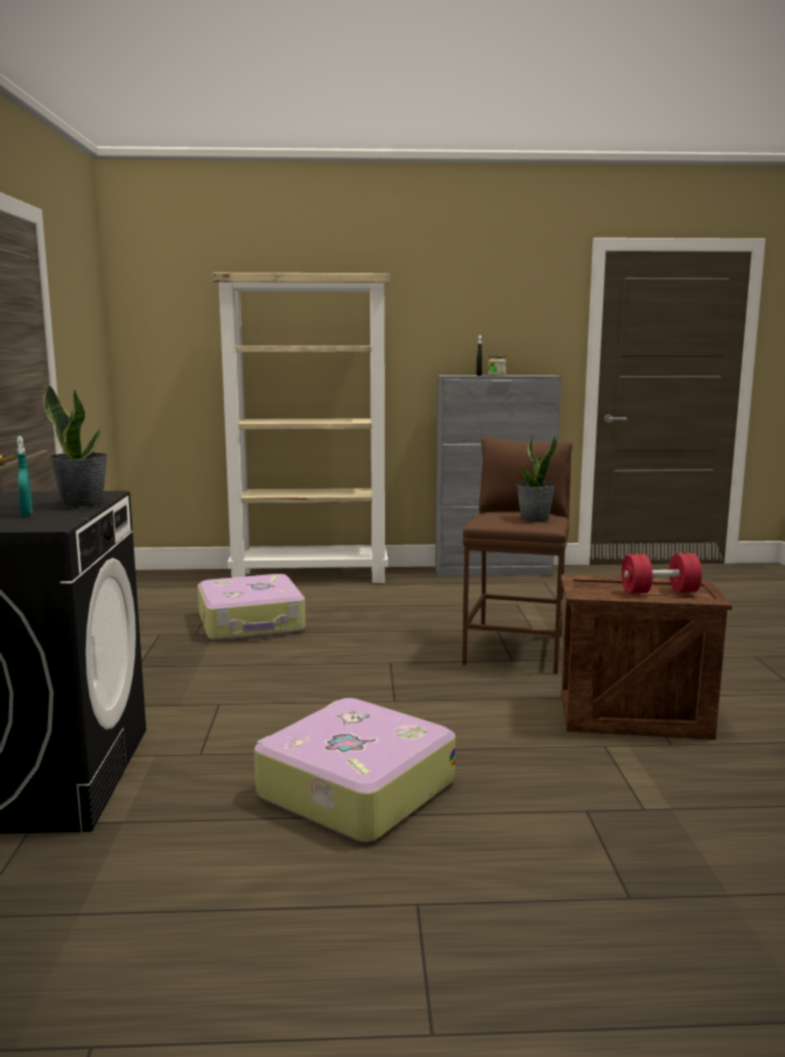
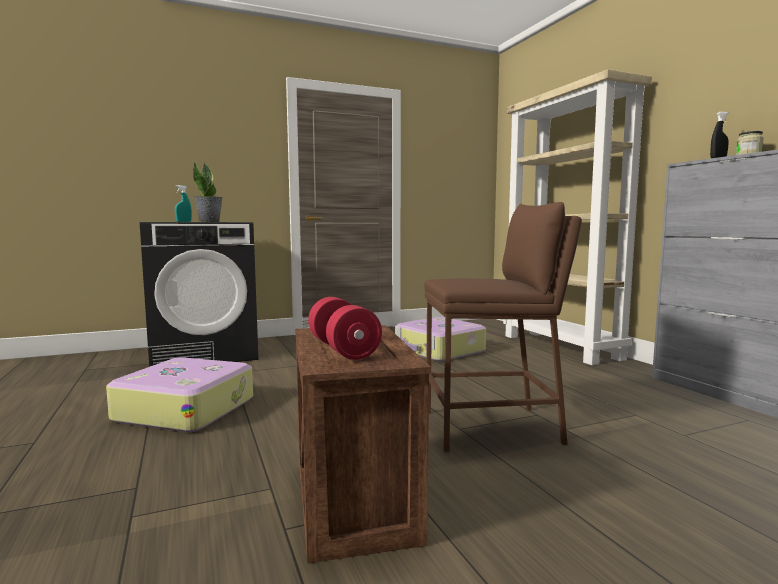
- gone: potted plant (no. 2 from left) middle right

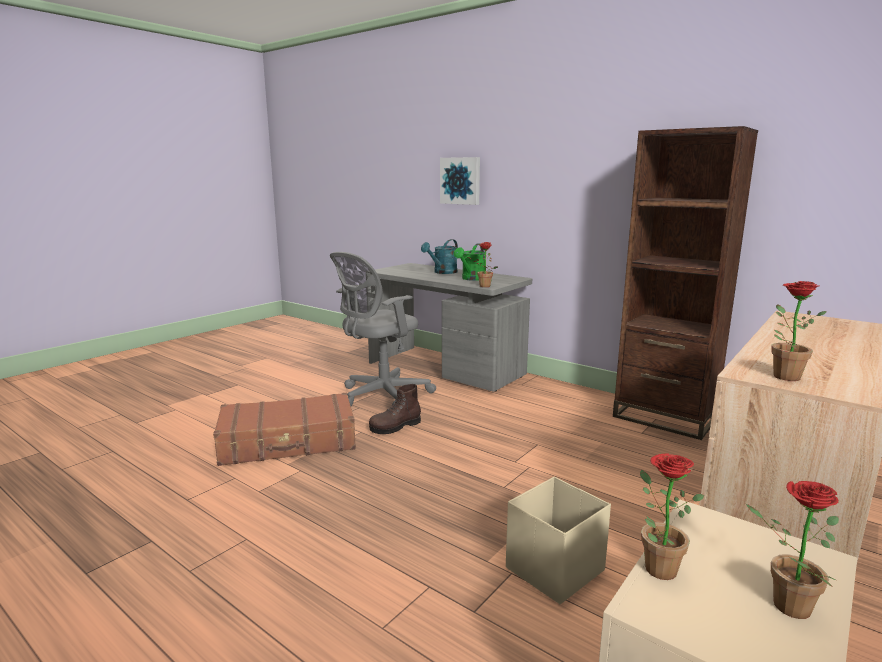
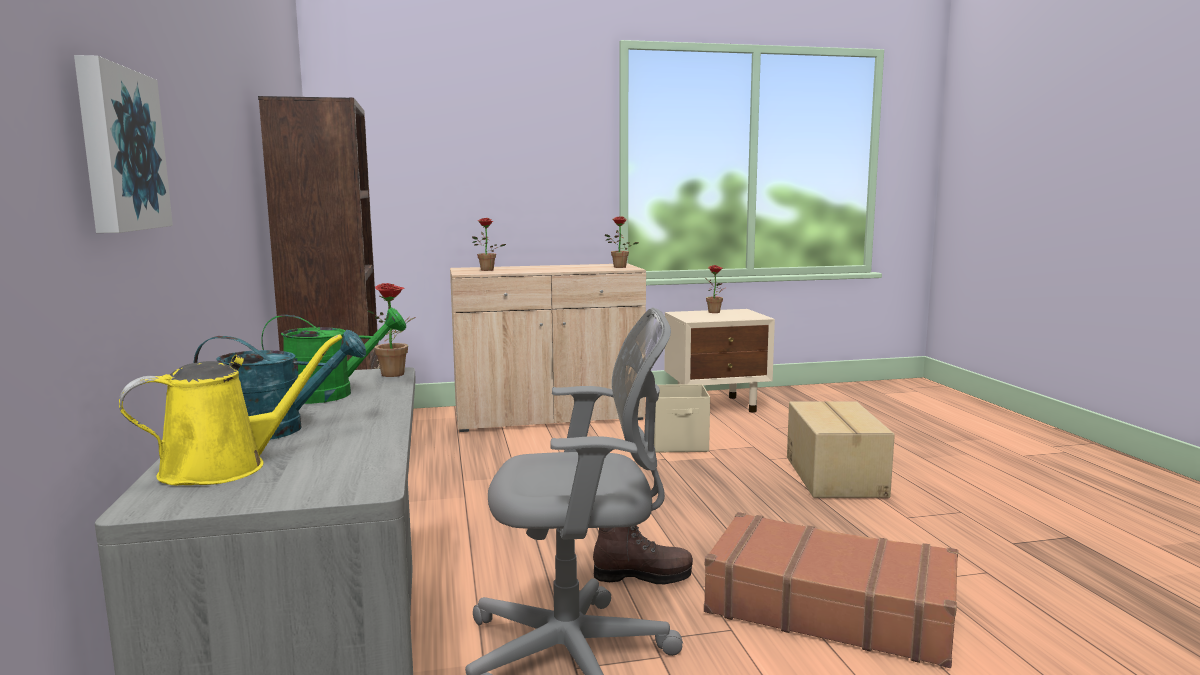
- shifted: potted plant (no. 2 from left) bottom right to centre
- new: yellow watering can middle left
- new: cardboard box middle right

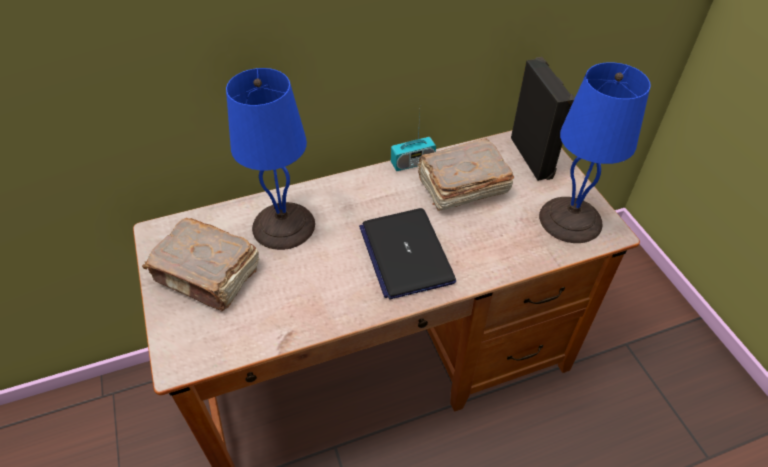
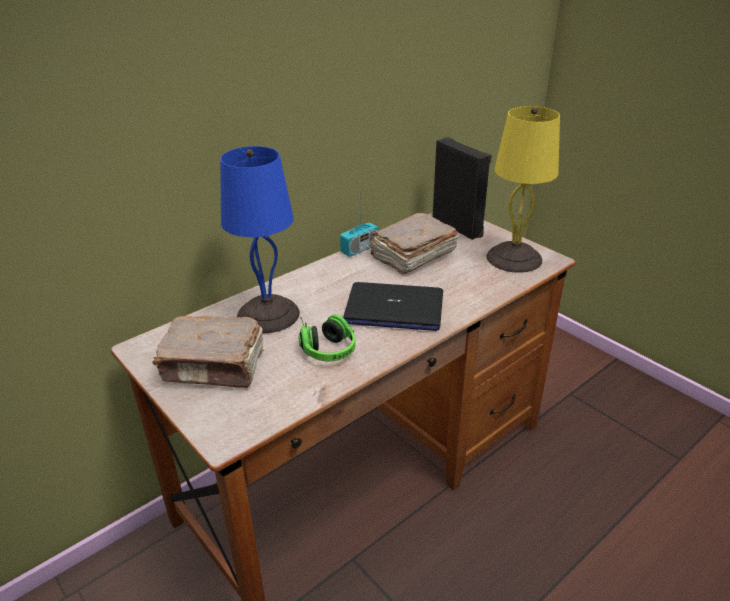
- rotated: laptop centre = centre 45 degrees counterclockwise
- repainted: blue table lamp (no. 2 from left) top right to yellow table lamp top right
- new: headphones centre

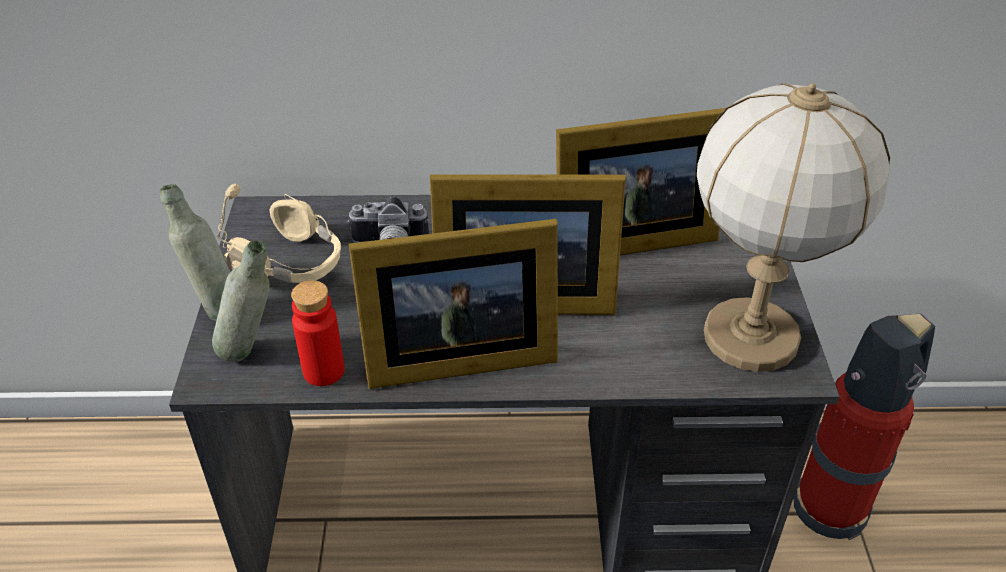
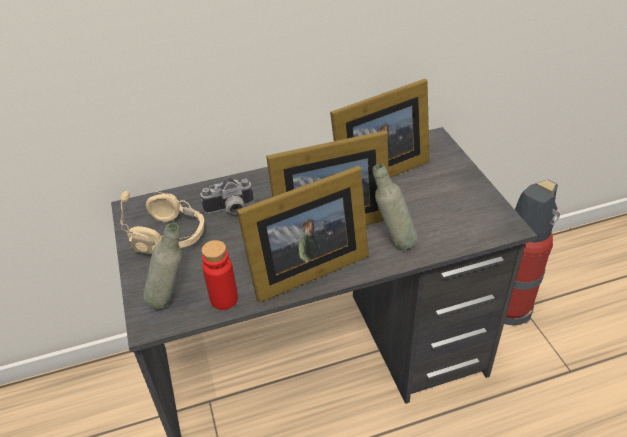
- shifted: grey bottle (no. 1 from left in the first image) middle left to grey bottle (no. 2 from left) centre
- gone: table lamp middle right

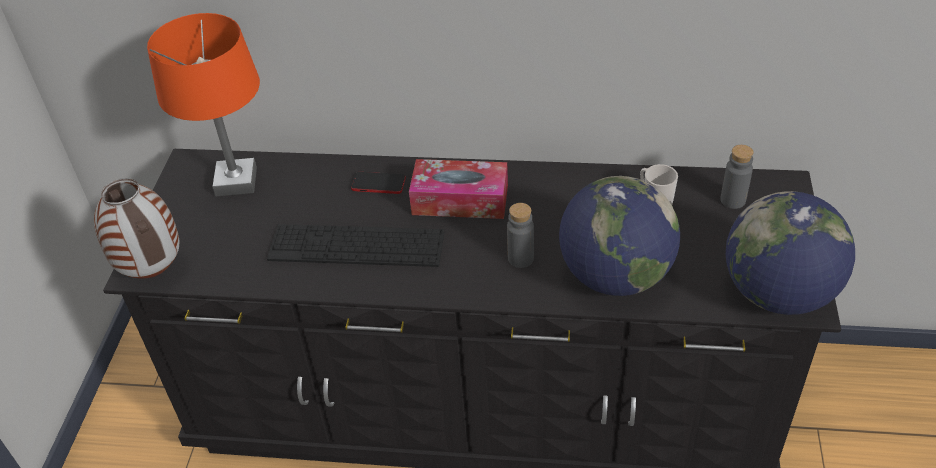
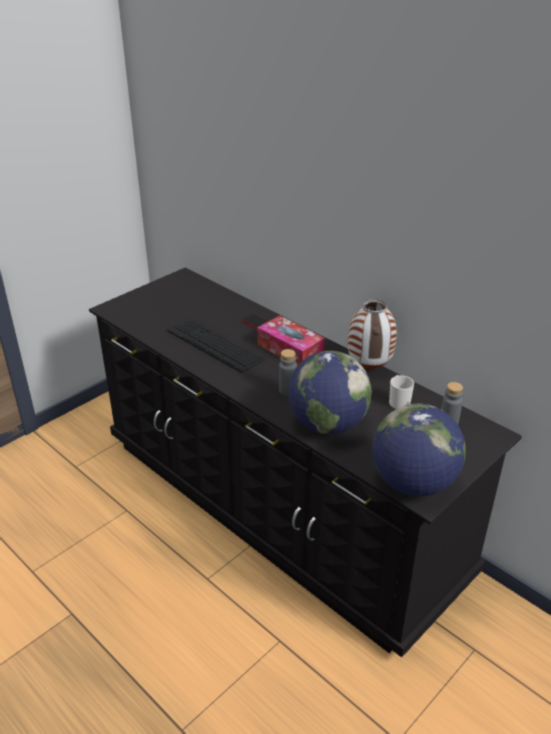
- shifted: vase middle left to middle right
- gone: orange table lamp top left

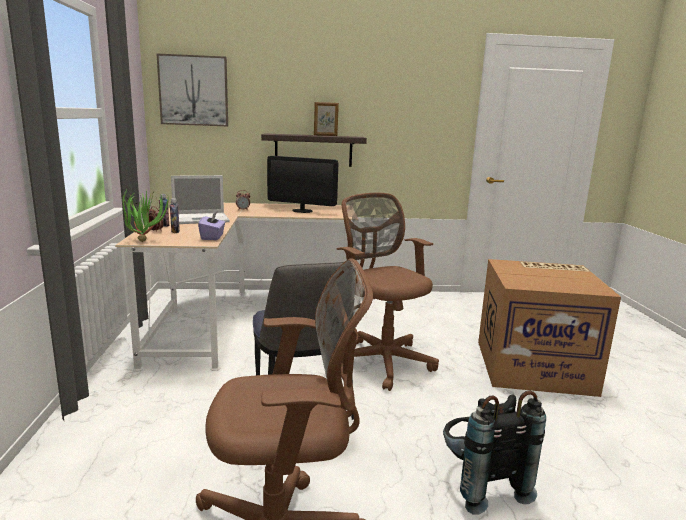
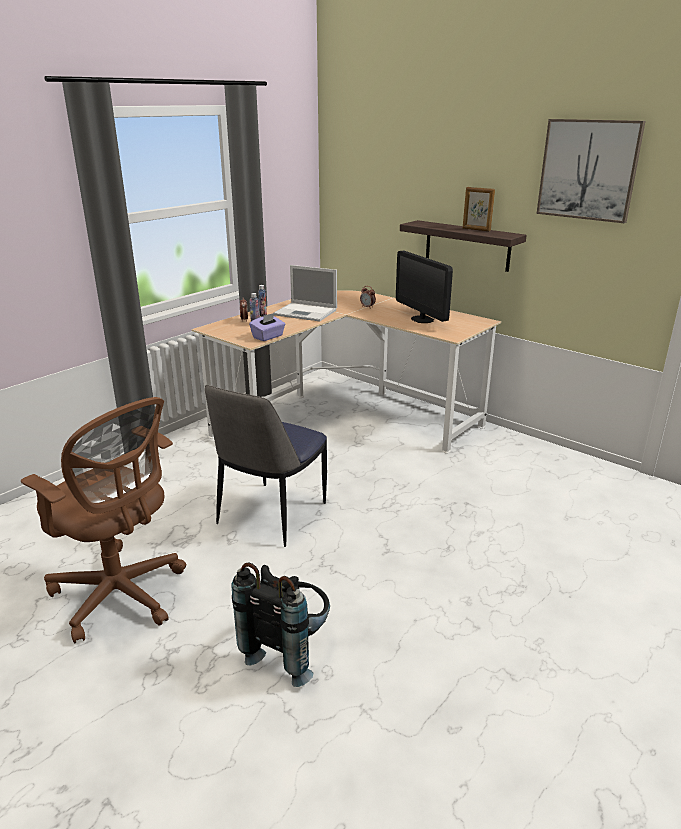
- gone: potted plant middle left
- shifted: picture top left to top right
- gone: brown office chair (no. 2 from left) centre
- gone: cardboard box middle right

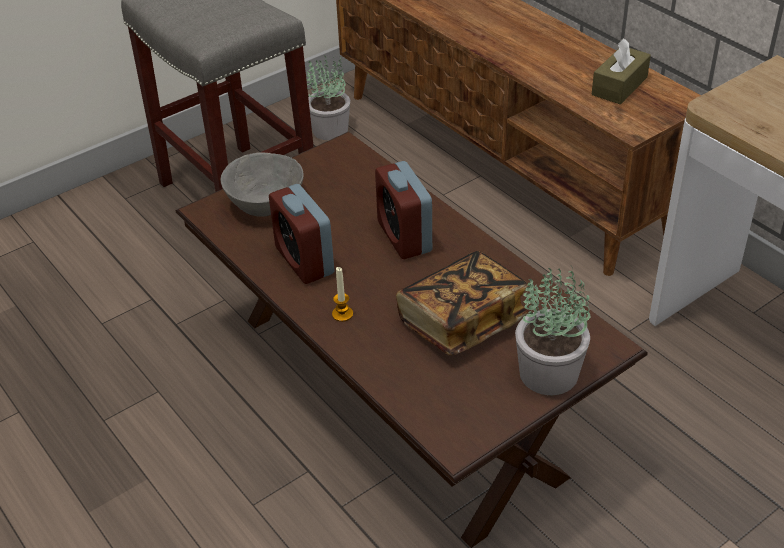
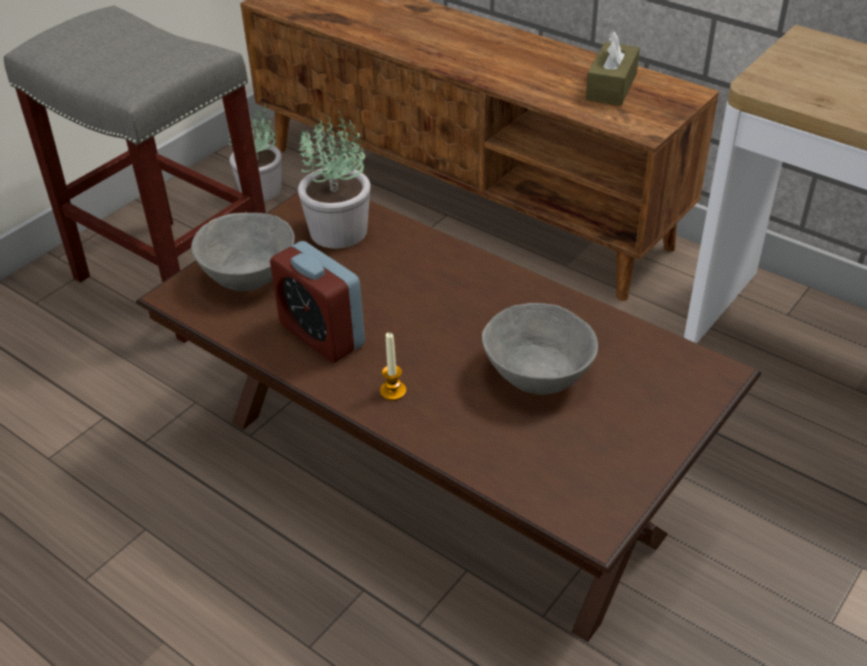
- gone: alarm clock (no. 2 from left) centre
- swapped: book centre to grey bowl (no. 2 from left) centre
- shifted: potted plant (no. 2 from left) middle right to top centre

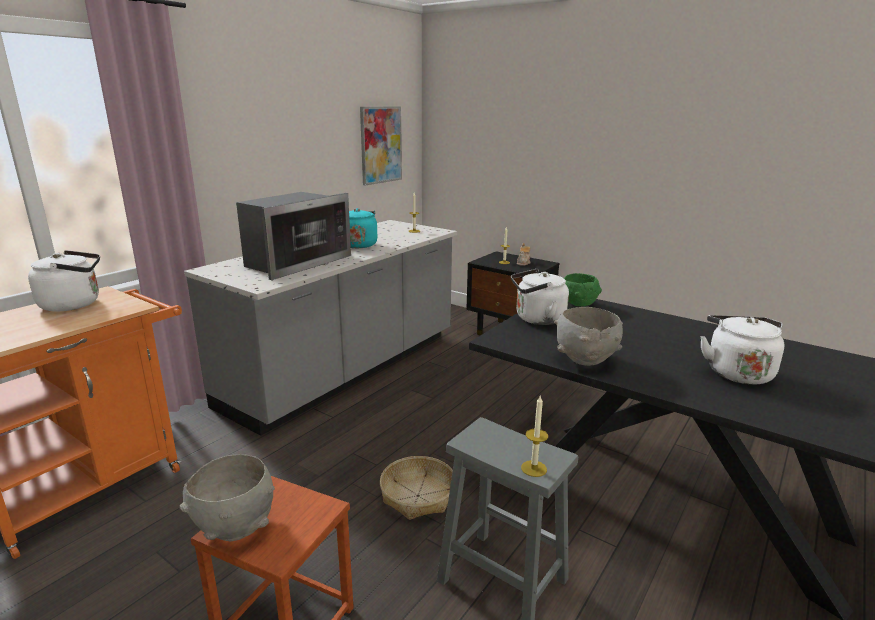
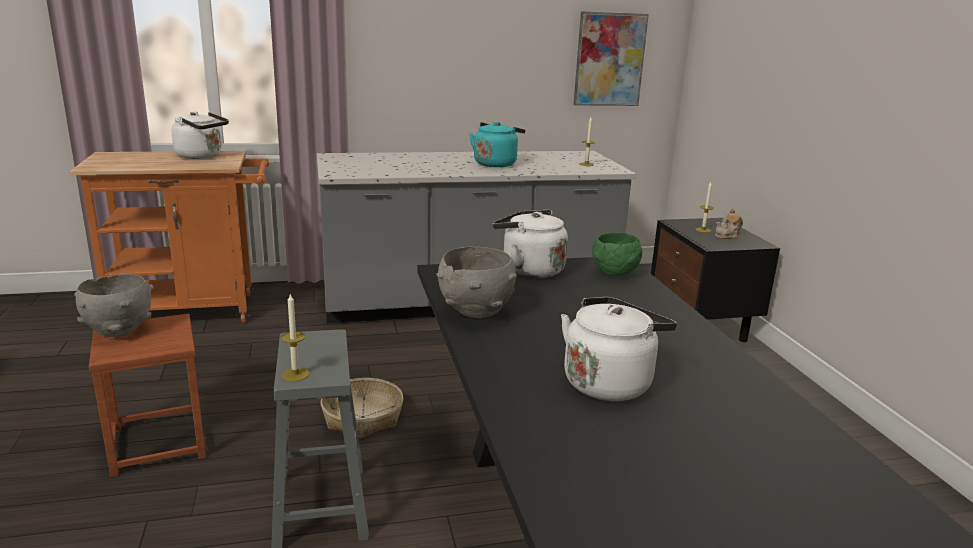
- gone: microwave centre

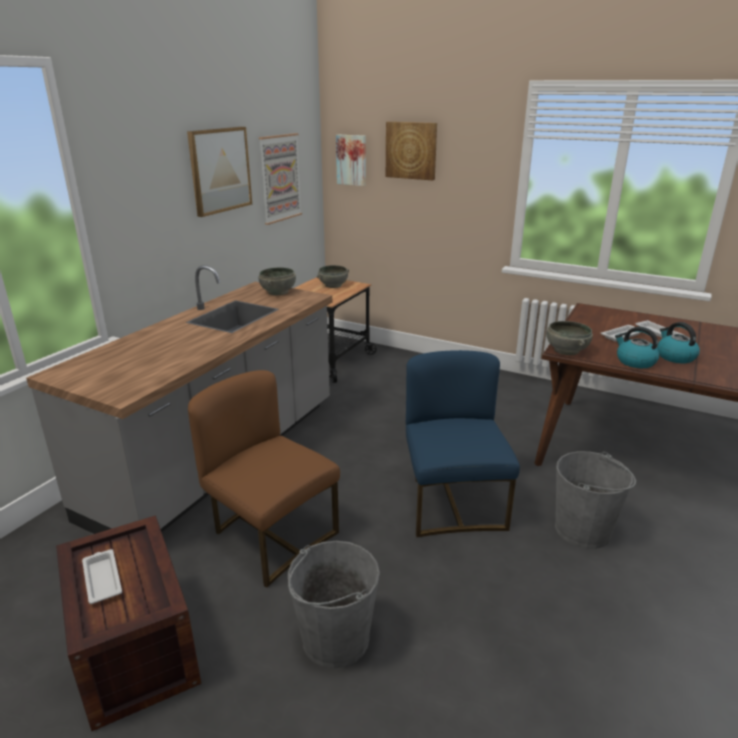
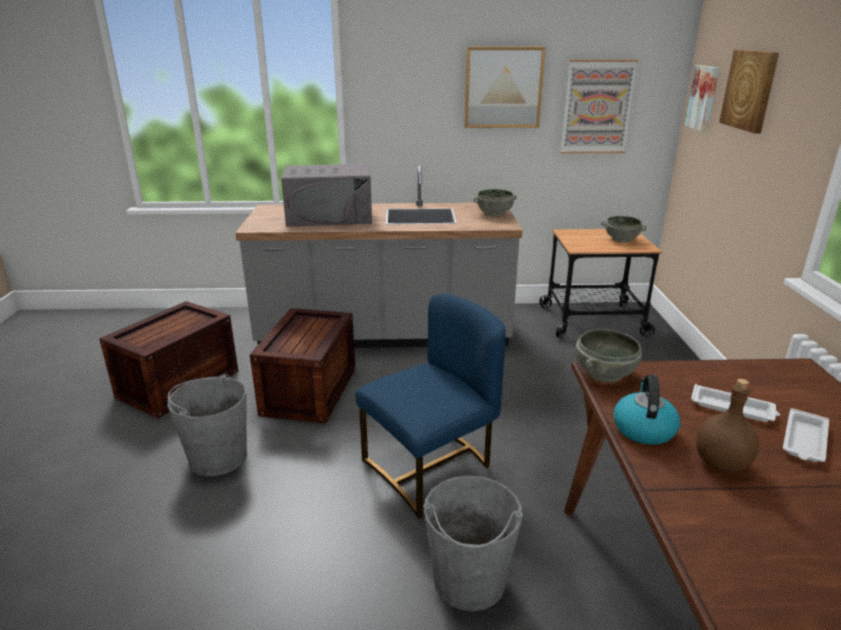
- gone: white tray (no. 1 from left) bottom left
- swapped: brown chair centre to crate (no. 2 from left) centre
- swapped: kettle (no. 2 from left) middle right to brown bottle bottom right
- new: grey microwave top centre

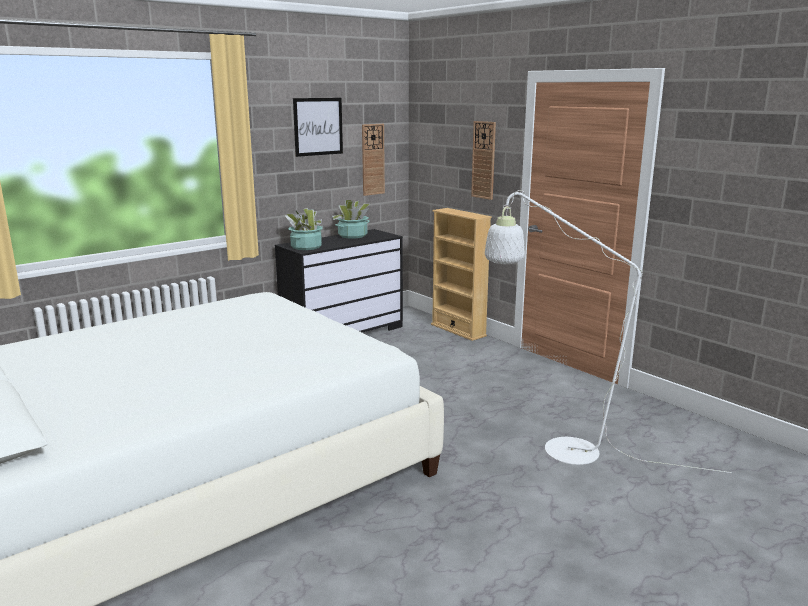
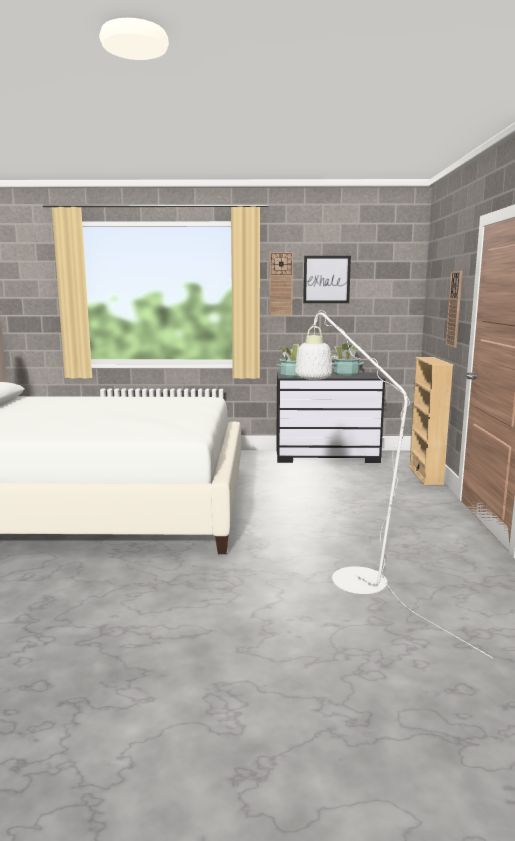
- shifted: wall clock (no. 1 from left) top centre to centre

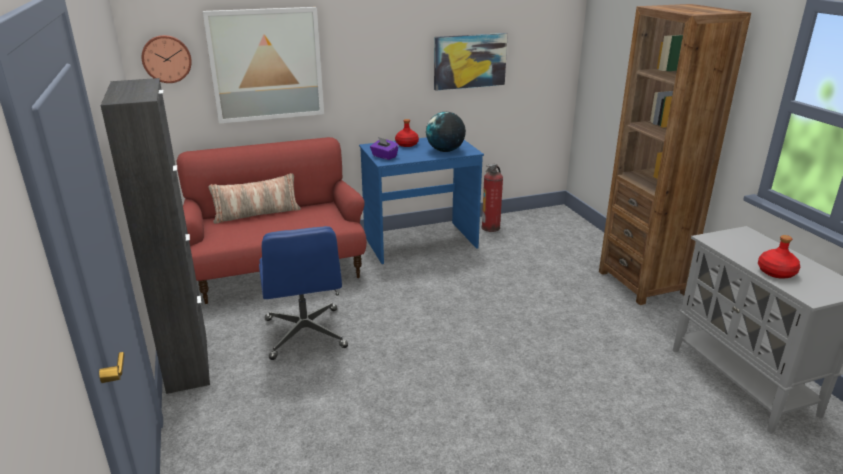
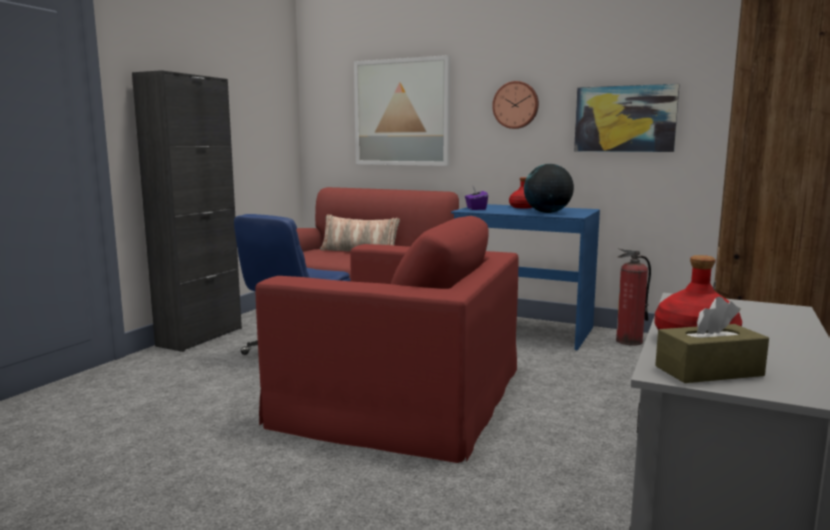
- shifted: wall clock top left to top centre
- new: red armchair centre
- new: brown tissue box middle right

